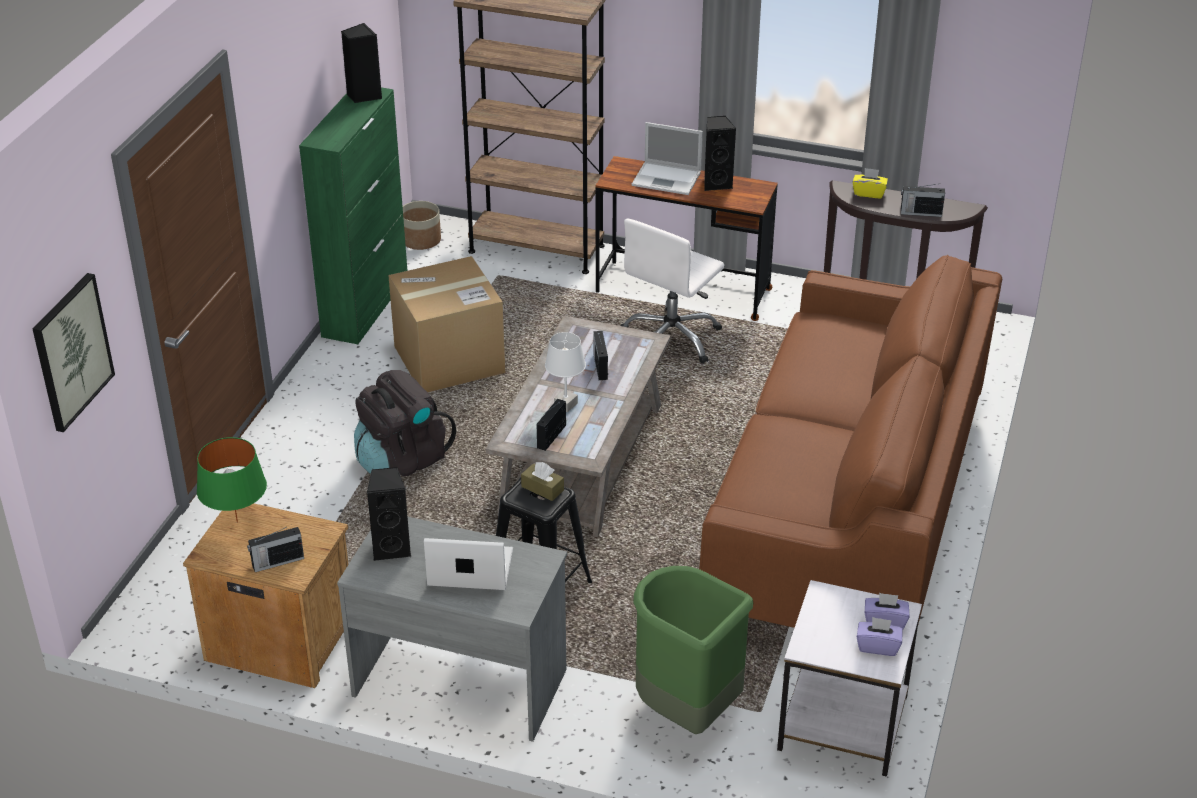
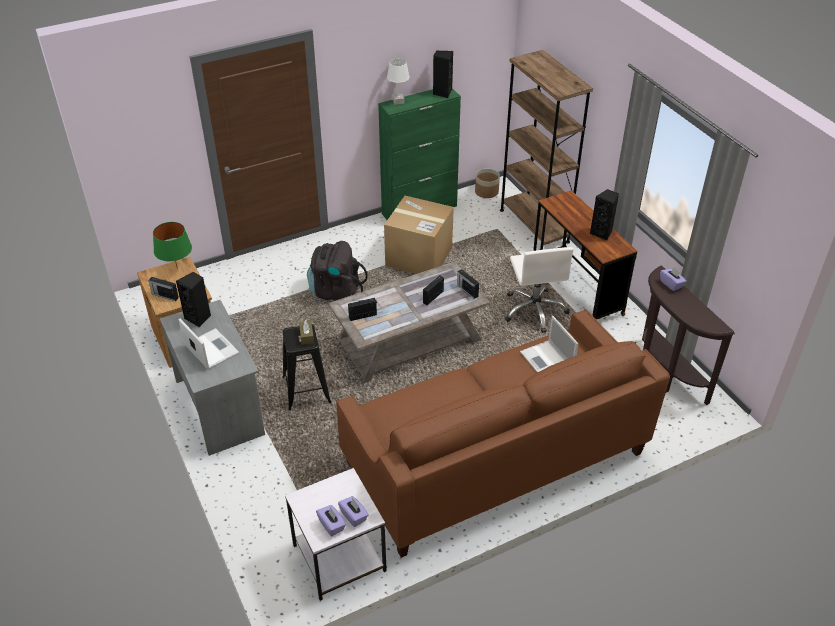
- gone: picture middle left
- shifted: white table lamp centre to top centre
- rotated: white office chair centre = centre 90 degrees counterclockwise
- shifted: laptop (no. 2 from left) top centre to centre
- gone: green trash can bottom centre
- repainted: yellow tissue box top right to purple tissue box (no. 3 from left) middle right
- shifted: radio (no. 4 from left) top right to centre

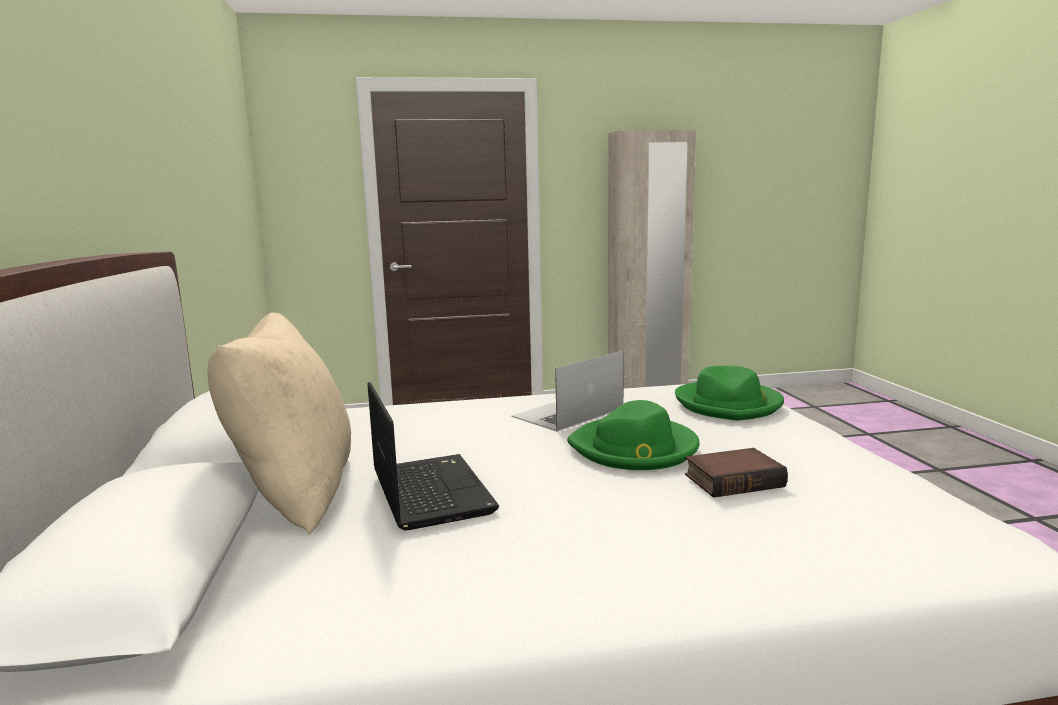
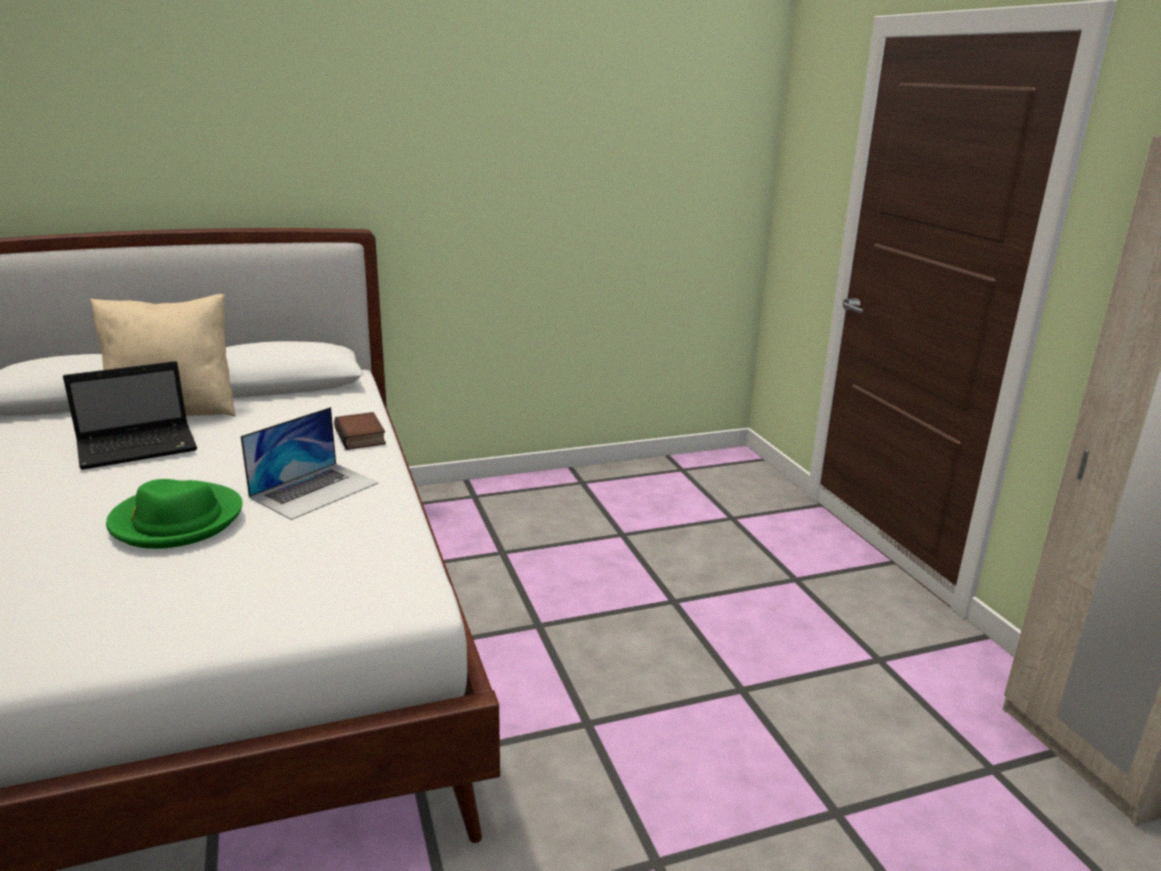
- rotated: laptop (no. 2 from left) centre = middle left 90 degrees clockwise
- gone: green hat (no. 2 from left) middle right
- shifted: book bottom right to middle left

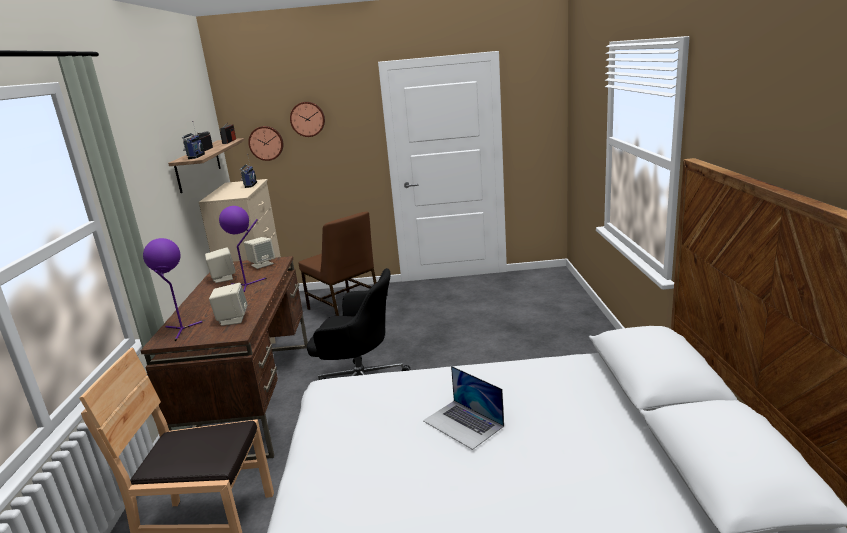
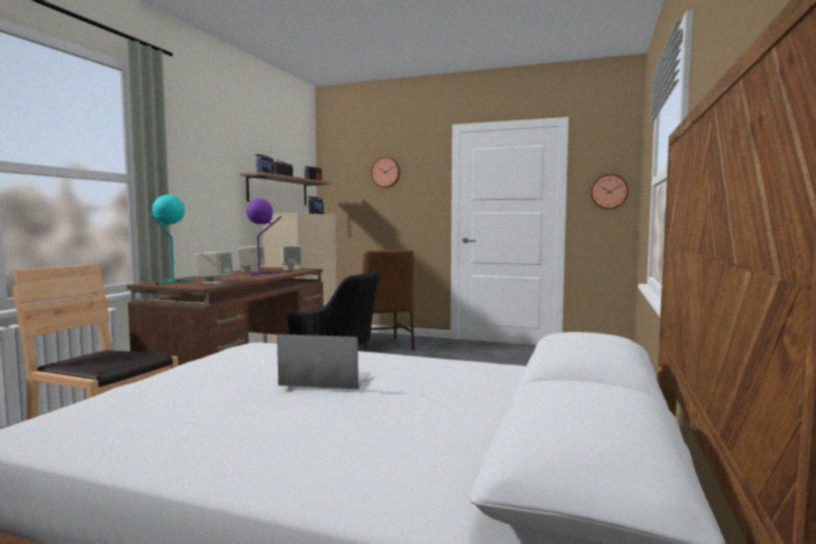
- repainted: purple table lamp (no. 1 from left) middle left to turquoise table lamp middle left
- shifted: wall clock (no. 1 from left in the first image) top left to wall clock (no. 2 from left) middle right
- rotated: laptop bottom centre = centre 120 degrees clockwise

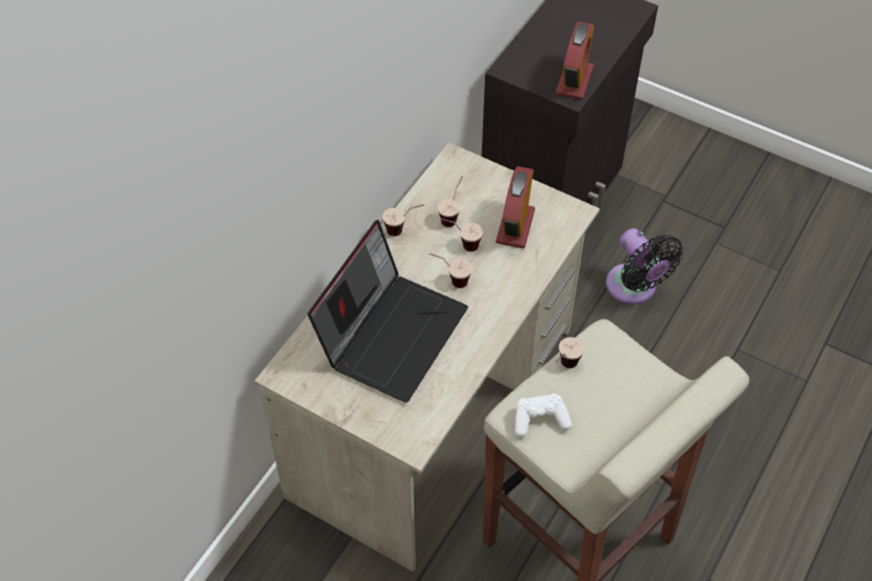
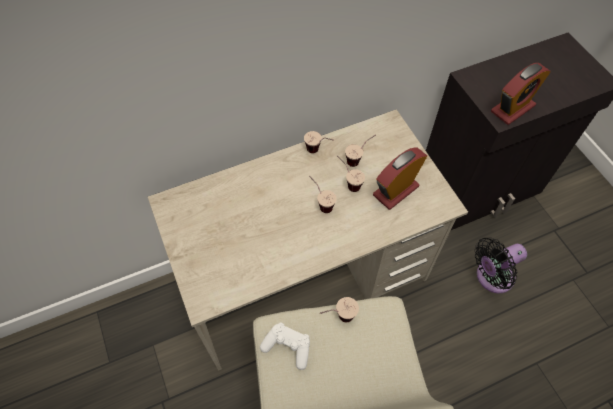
- gone: laptop centre
- rotated: black fan middle right = middle right 60 degrees clockwise

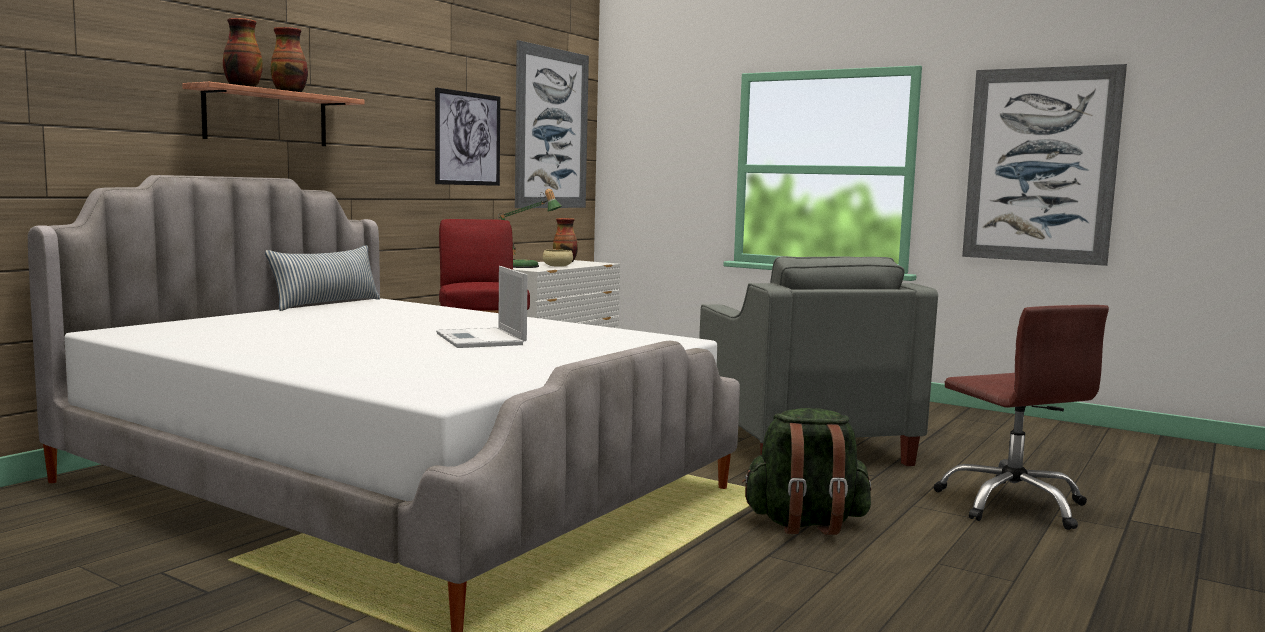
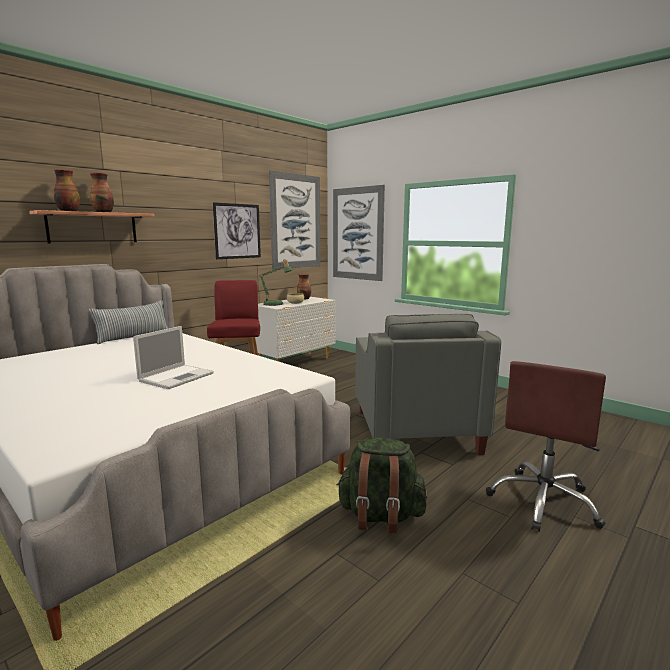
- rotated: laptop centre = middle left 135 degrees counterclockwise
- rotated: brown office chair middle right = middle right 45 degrees clockwise
- shifted: picture (no. 3 from left) top right to centre

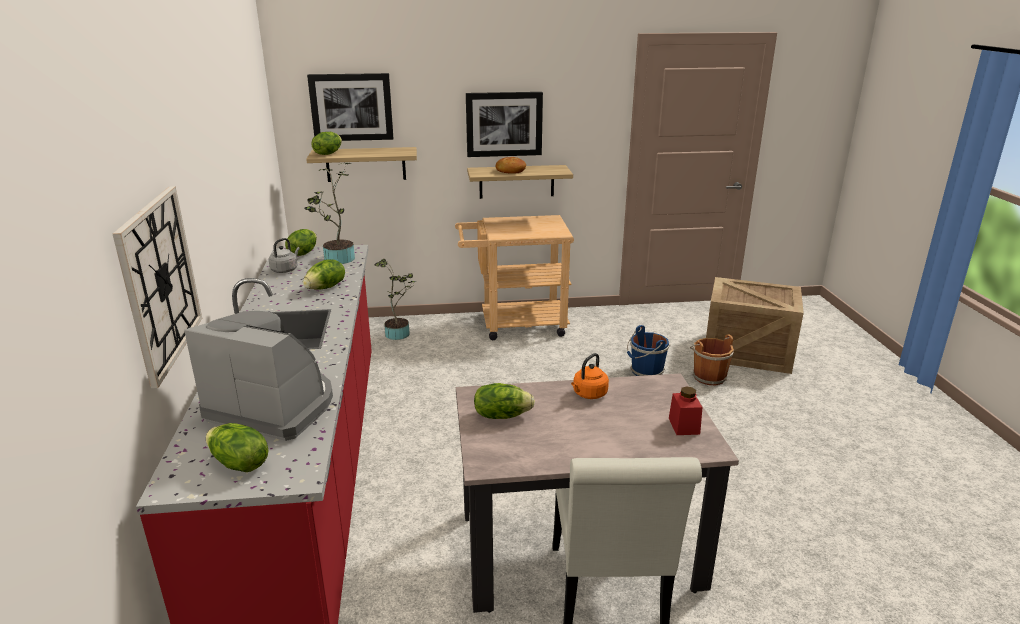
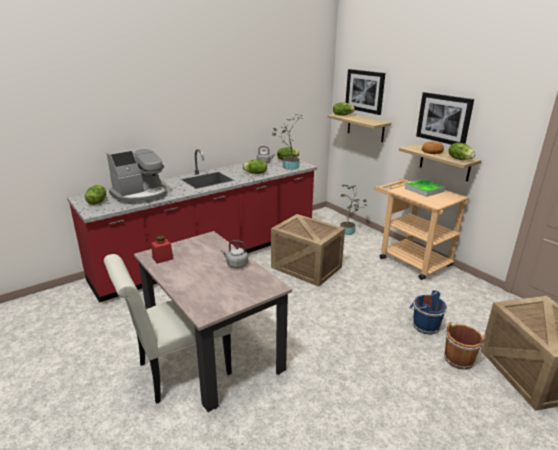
- gone: wall clock middle left
- rotated: coffee machine middle left = middle left 60 degrees clockwise
- shifted: lettuce (no. 5 from left) centre to middle right
- repainted: orange kettle centre to grey kettle (no. 1 from left) centre
- shifted: red jar middle right to middle left
- new: crate (no. 1 from left) centre
- new: tray middle right

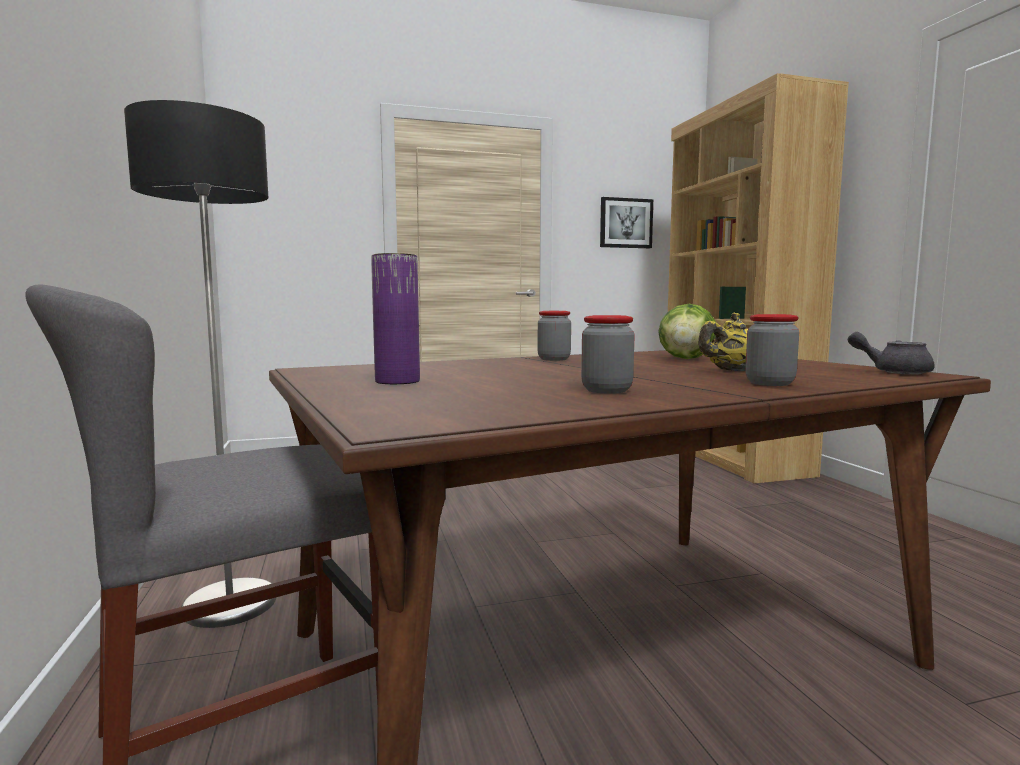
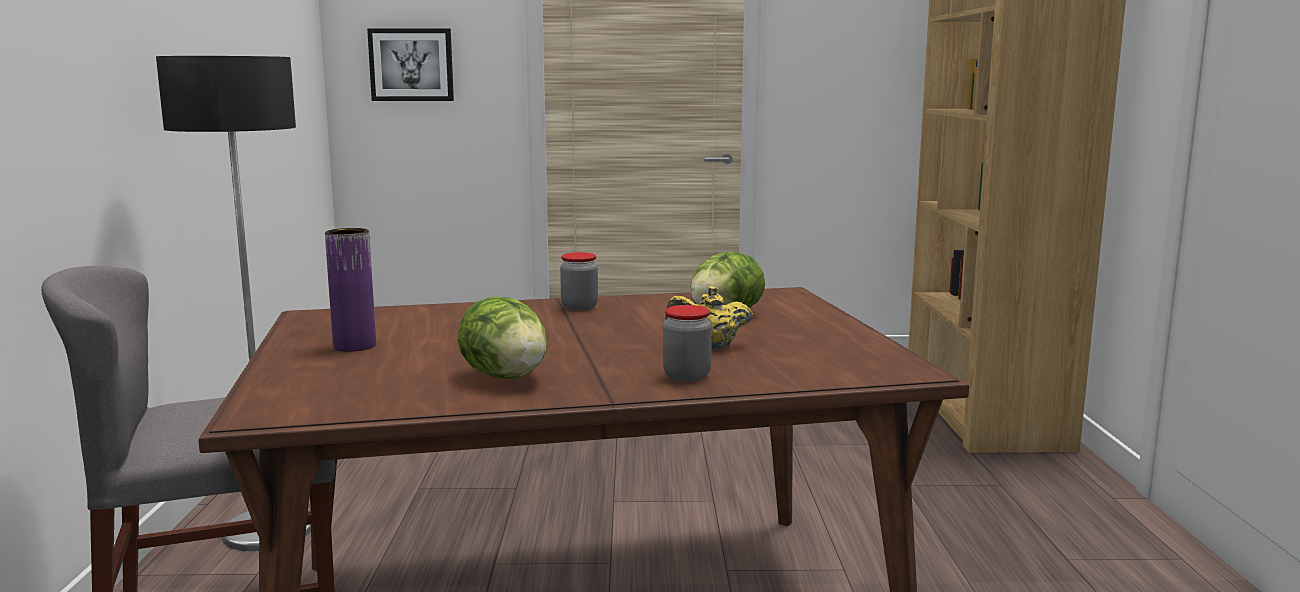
- swapped: jar (no. 2 from left) centre to lettuce (no. 1 from left) centre
- shifted: picture top centre to top left
- gone: grey teapot middle right

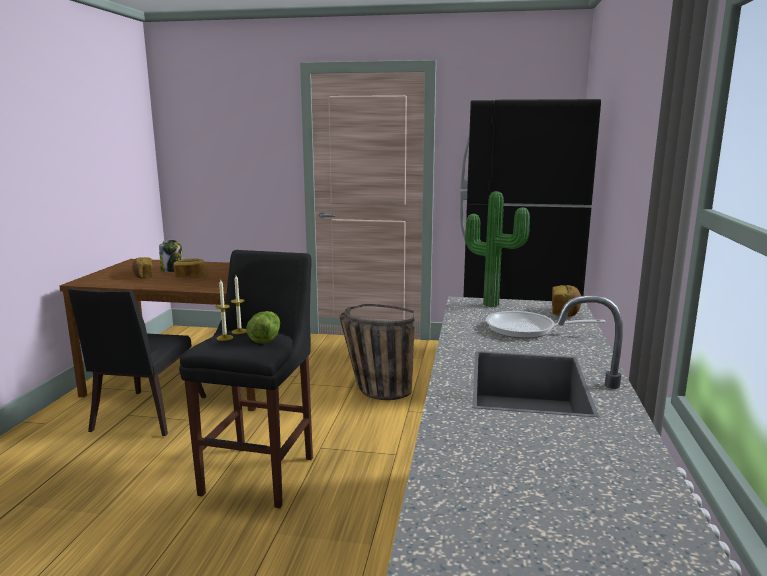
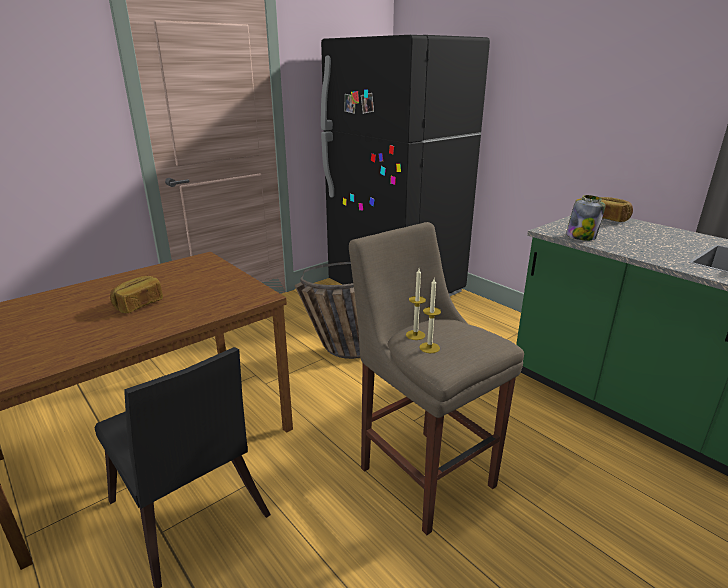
- gone: bread (no. 1 from left) middle left
- shifted: jar middle left to middle right
- repainted: black stool middle left to beige stool centre
- gone: lettuce centre
- gone: potted plant centre
- gone: frying pan middle right

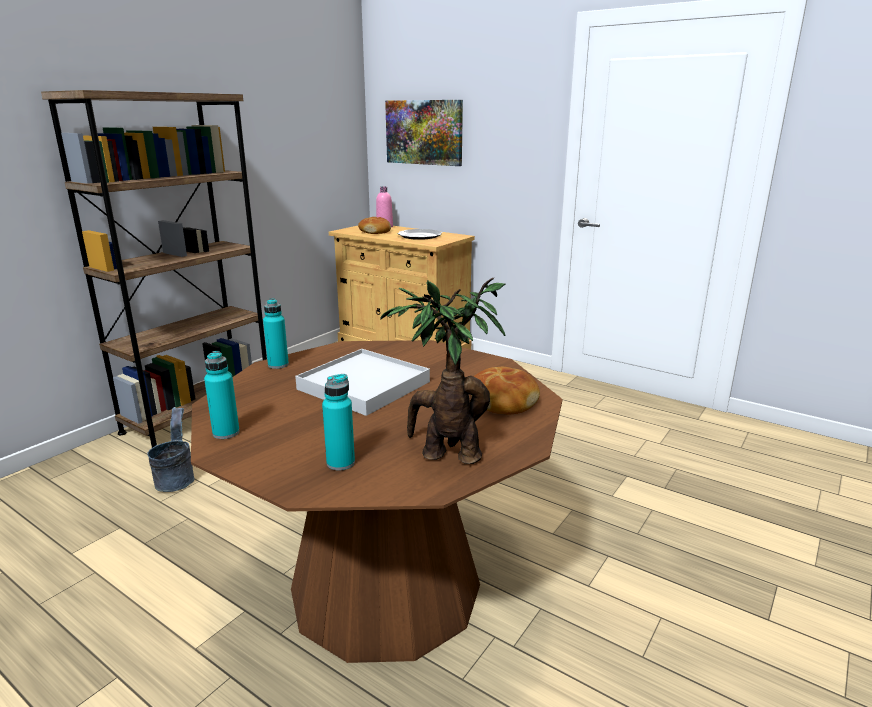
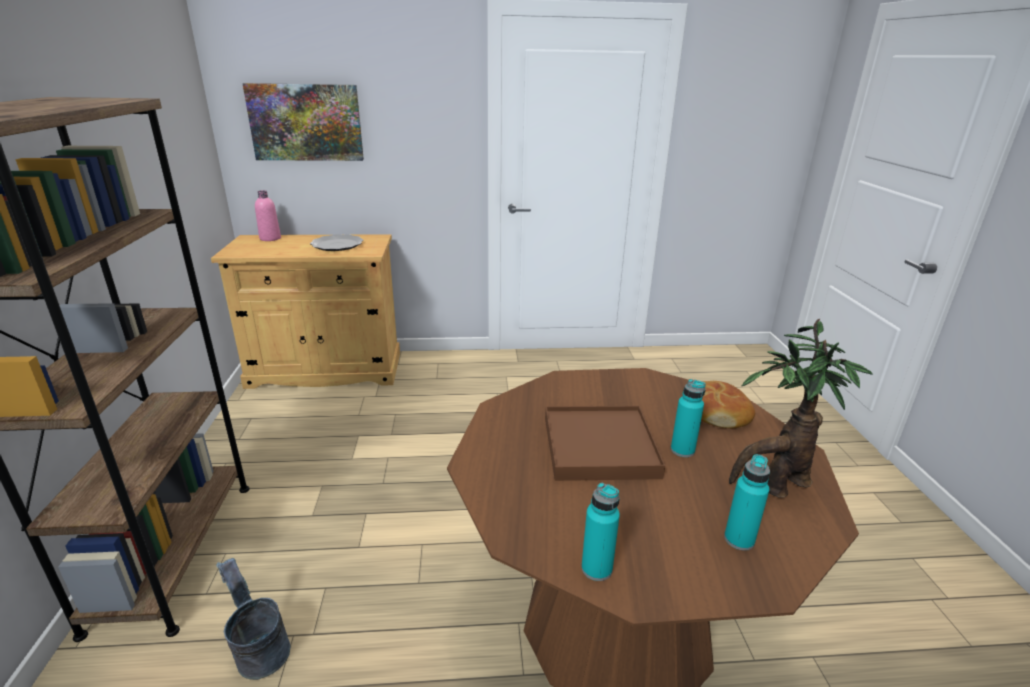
- shifted: turquoise bottle (no. 2 from left) middle left to middle right
- repainted: white tray centre to brown tray centre
- gone: bread (no. 1 from left) top centre

